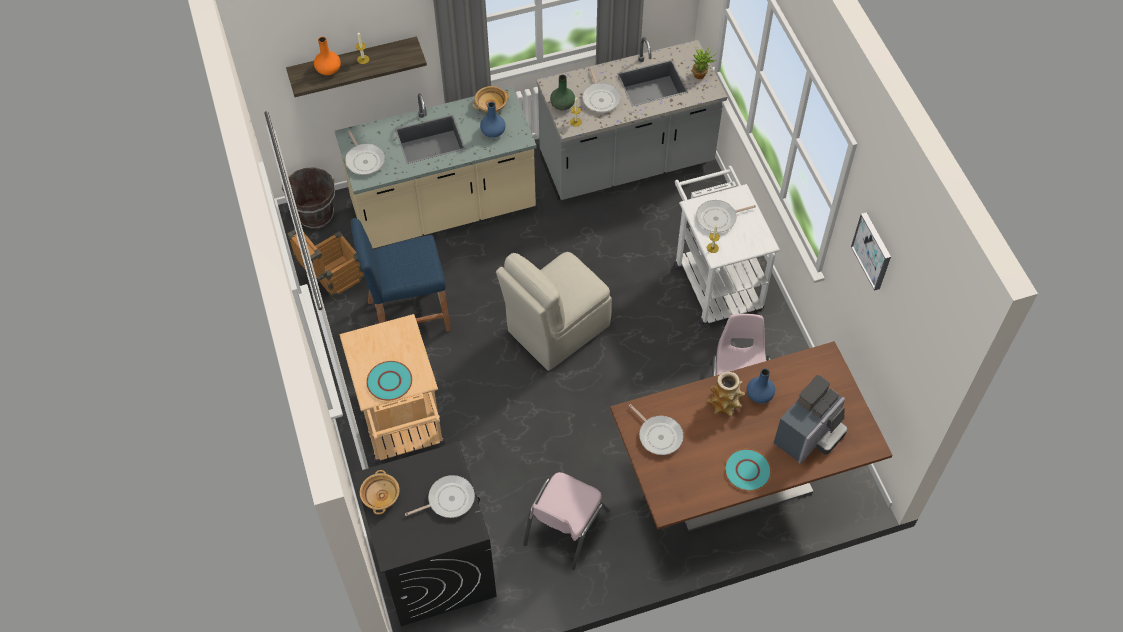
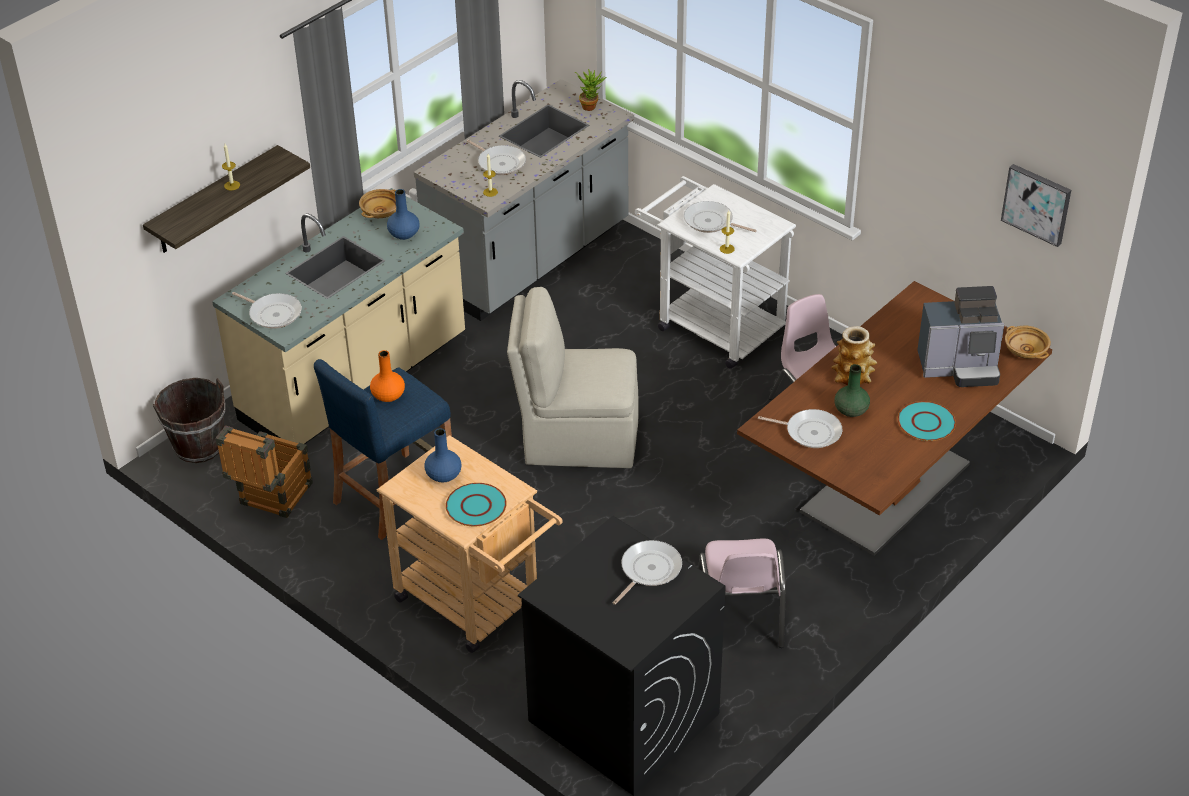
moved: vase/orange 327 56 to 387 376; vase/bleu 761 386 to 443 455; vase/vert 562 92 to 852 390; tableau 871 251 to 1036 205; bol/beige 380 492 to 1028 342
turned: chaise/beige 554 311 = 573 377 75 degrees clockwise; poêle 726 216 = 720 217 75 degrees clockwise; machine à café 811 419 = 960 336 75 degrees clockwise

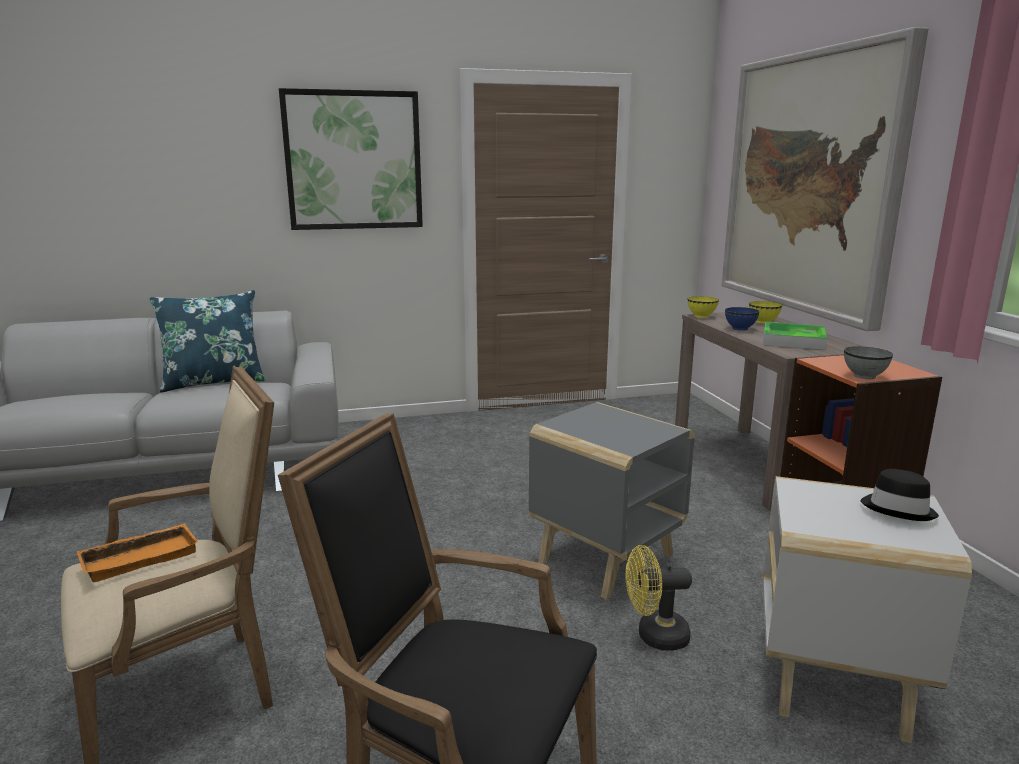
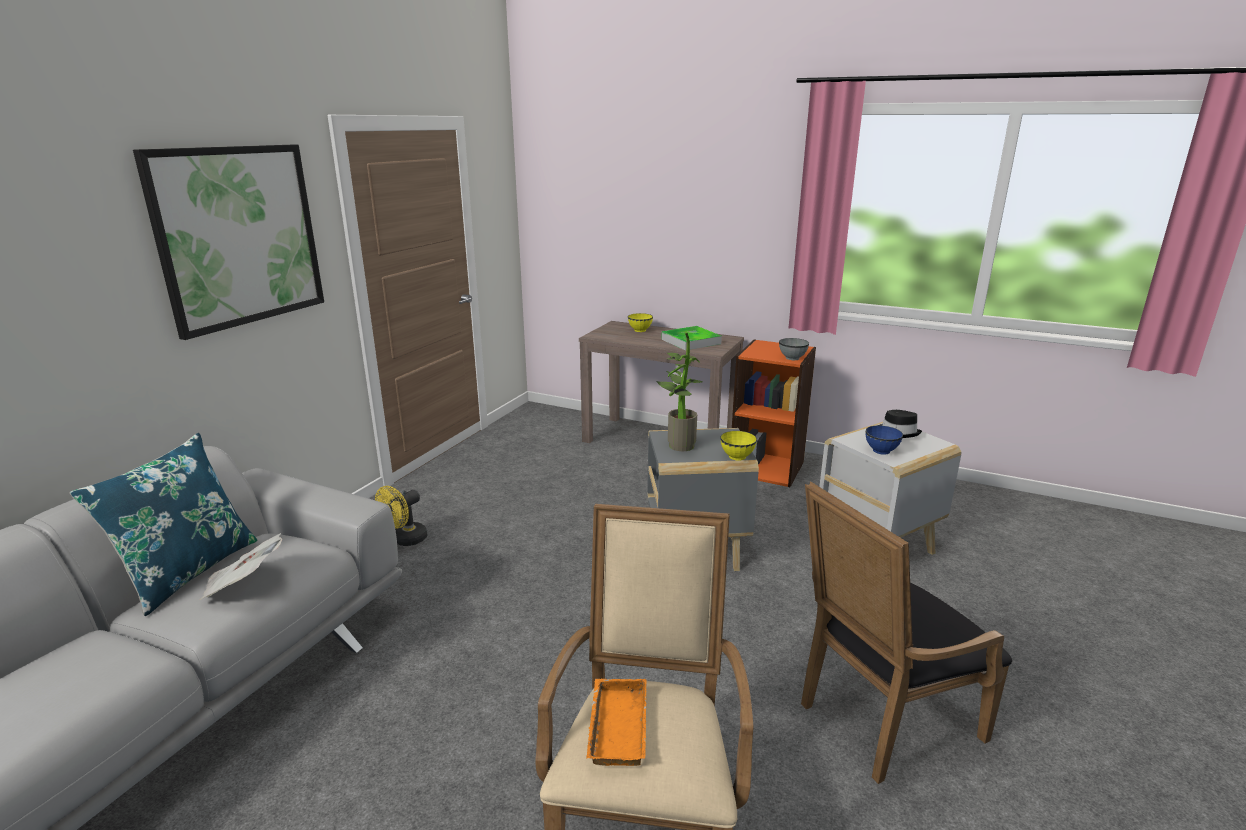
removed: tableau 825 179
added: journal 241 566; plante en pot 679 391
moved: ventilateur/jaune 659 598 to 401 516; bol/jaune 703 307 to 738 446; bol/bleu 742 319 to 884 440

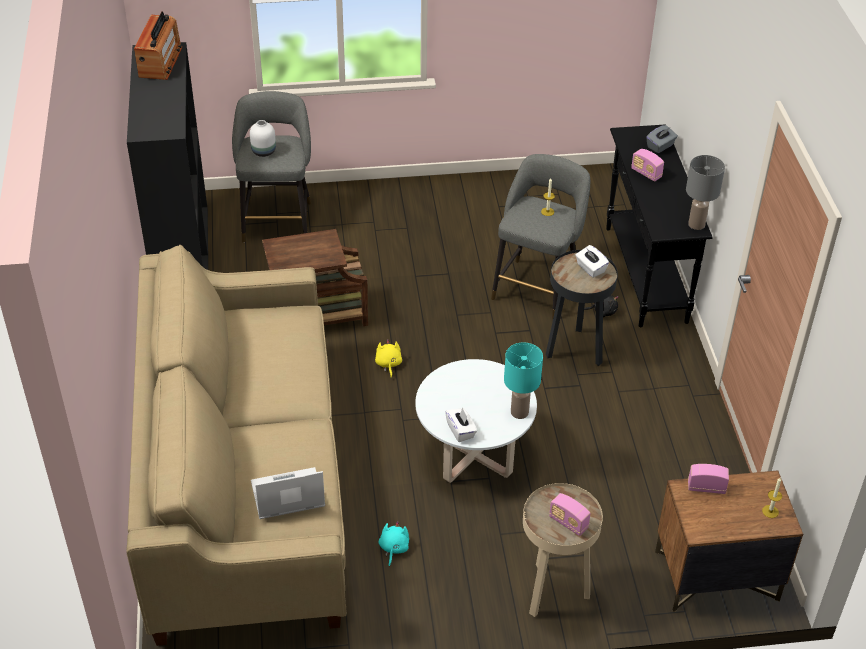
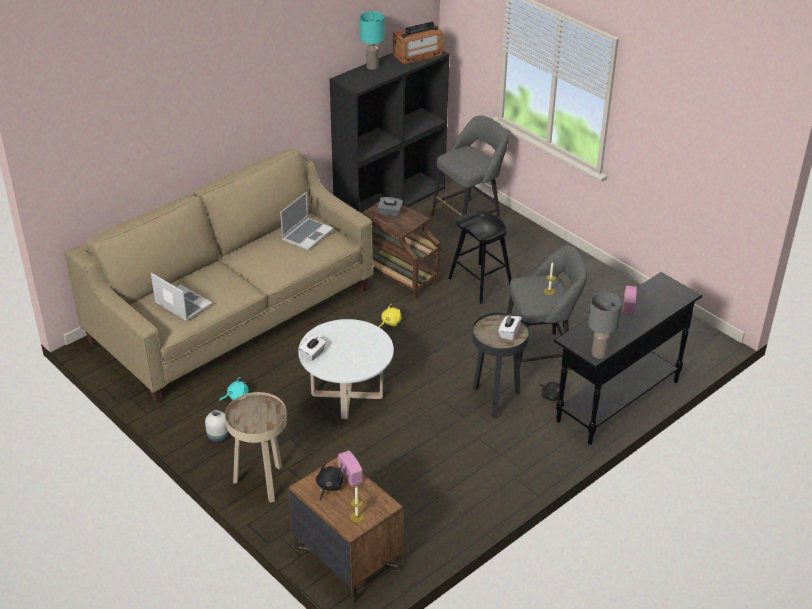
removed: radio 570 514
added: ordinateur portable 307 221; peluche/noir 329 481; tabouret/noir 480 257
moved: vase/blanc 263 138 to 217 426; lampe de table/turquoise 523 380 to 371 40; boîte à mouchoirs/gris 662 139 to 390 206

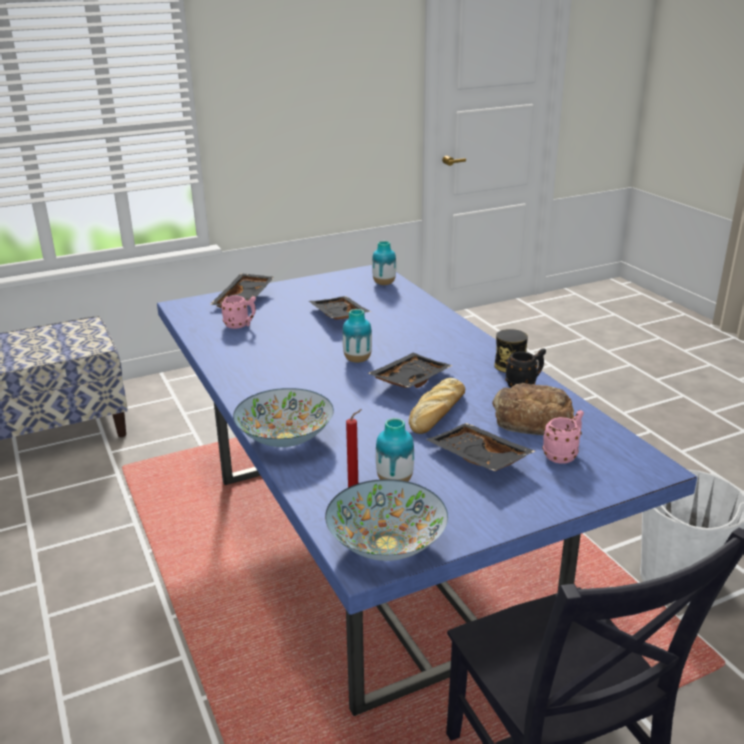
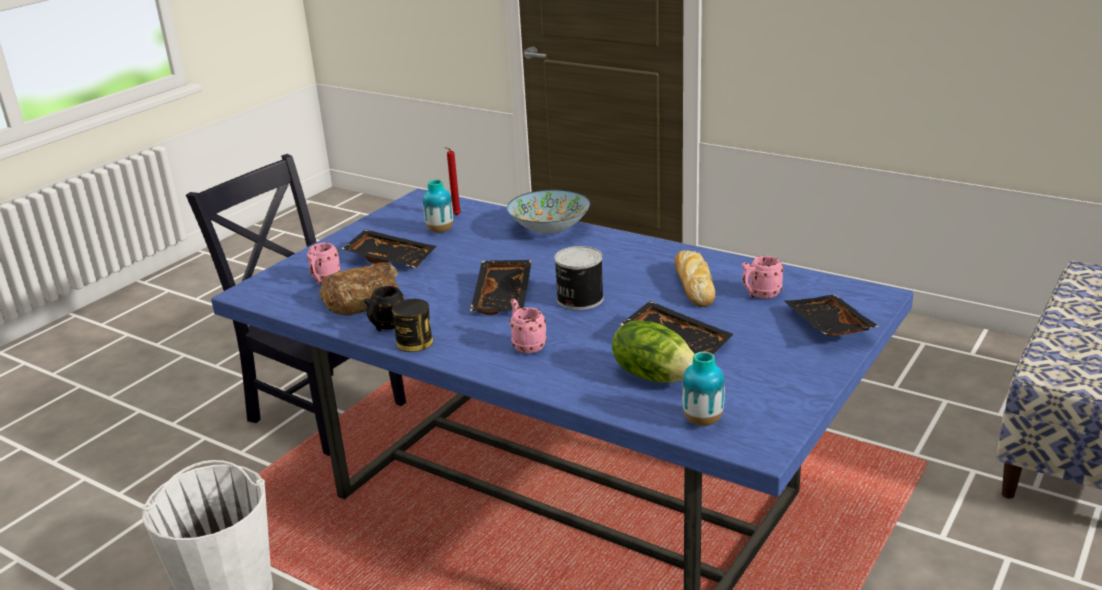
removed: bol 386 520
added: mug/rose 528 326; laitue 653 351
moved: pain 437 406 to 695 278
replaced: vase 357 336 to boîte métallique 579 278

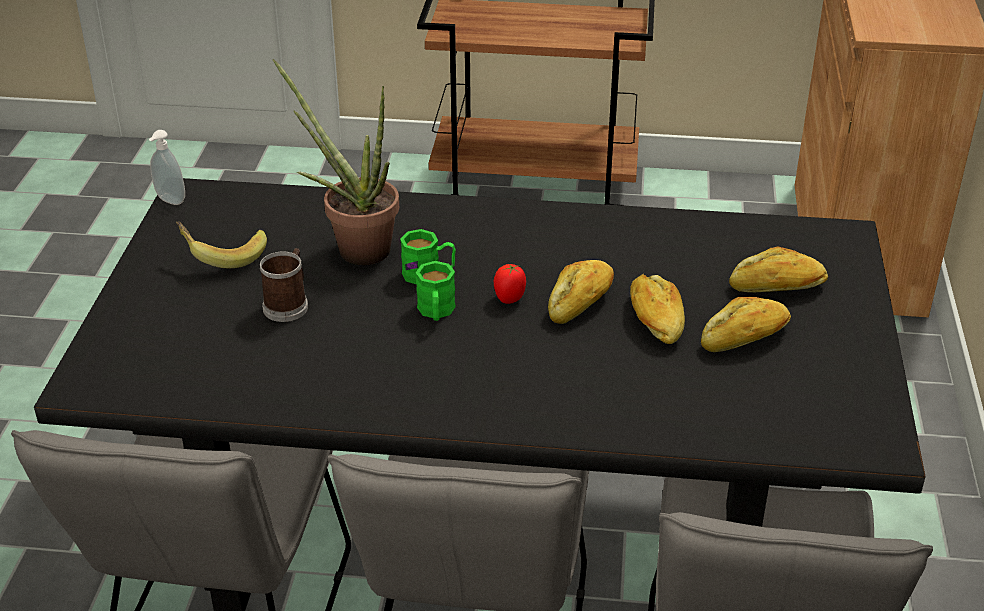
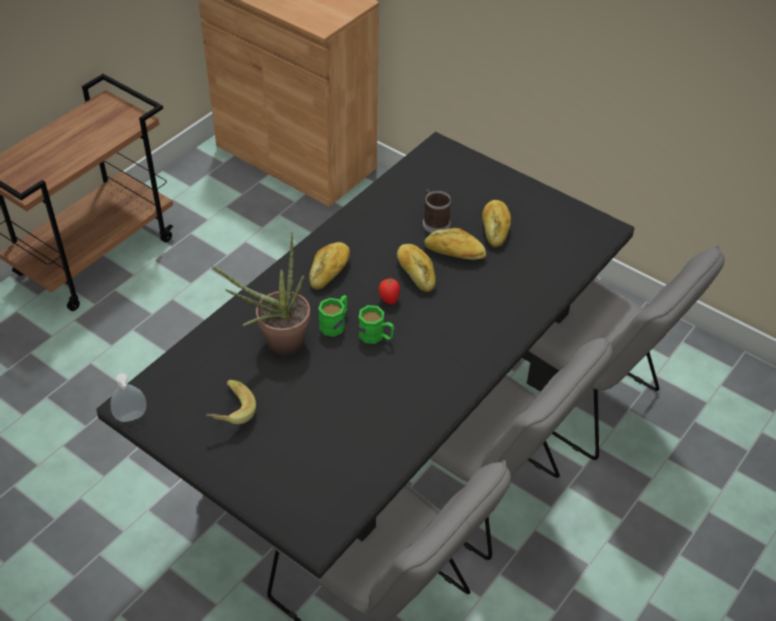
moved: pain 778 269 to 329 265; mug 284 285 to 437 211

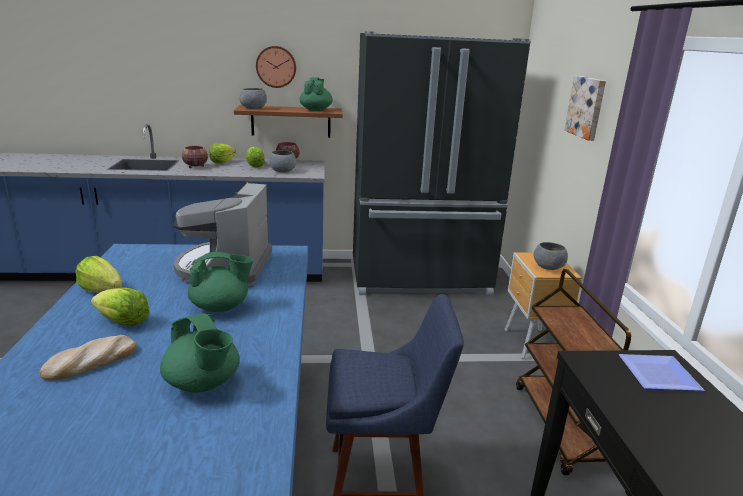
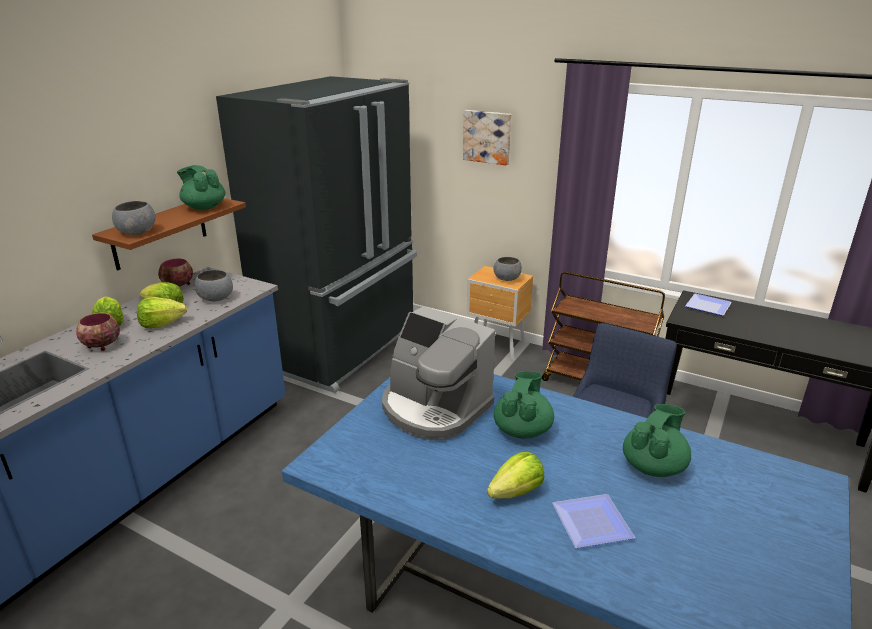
removed: horloge murale 276 67
moved: laitue 98 274 to 162 312
replaced: pain 88 358 to assiette 593 521
turned: théière/vert 200 353 = 657 440 45 degrees counterclockwise

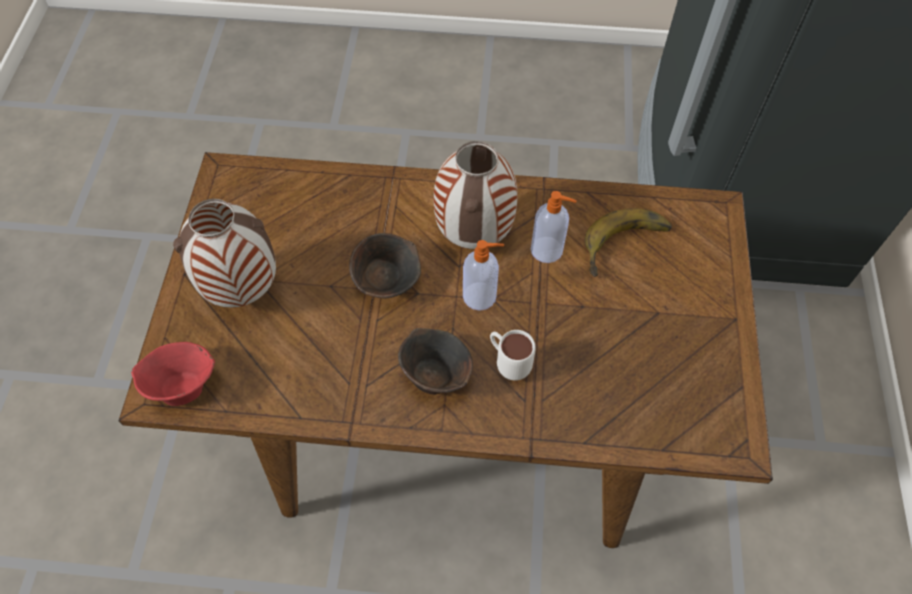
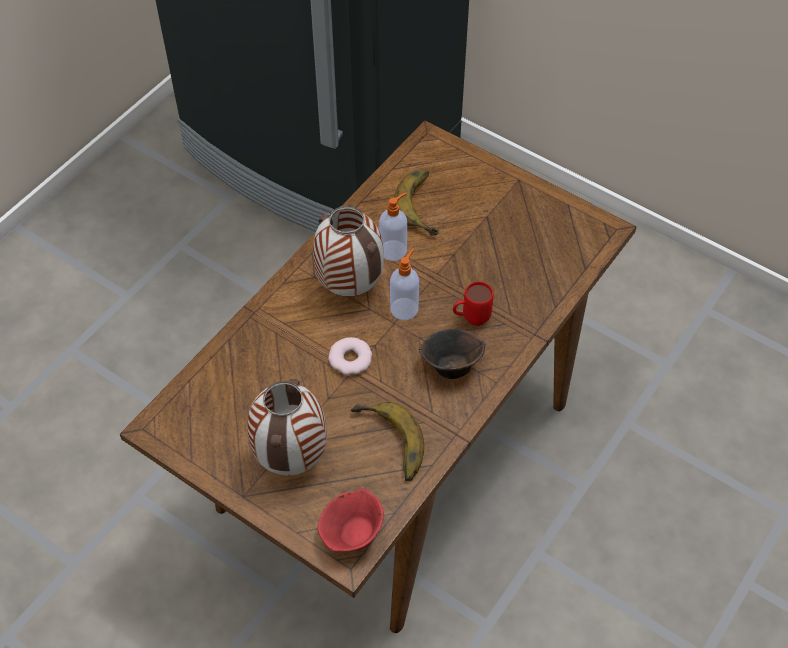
added: banane 387 441
replaced: bol/marron 385 265 to beignet 350 356
recoloured: mug/blanc 513 355 to mug/rouge 473 303

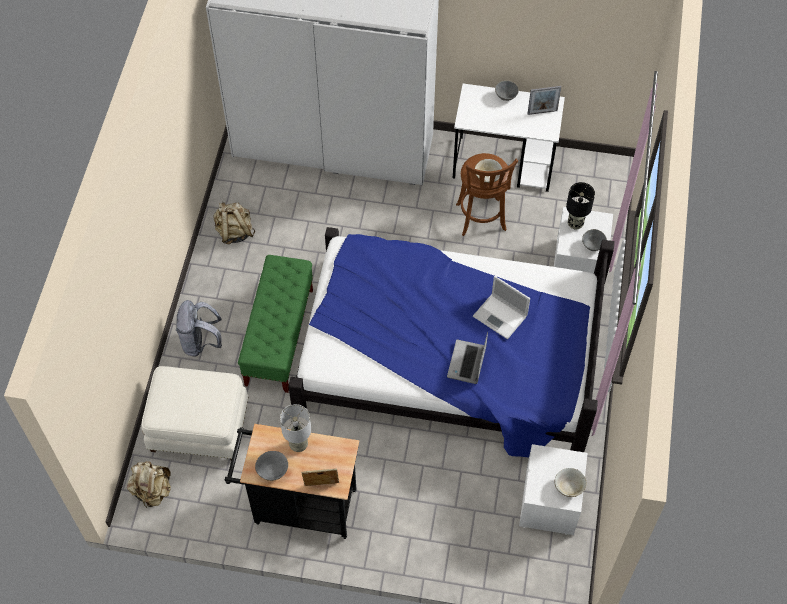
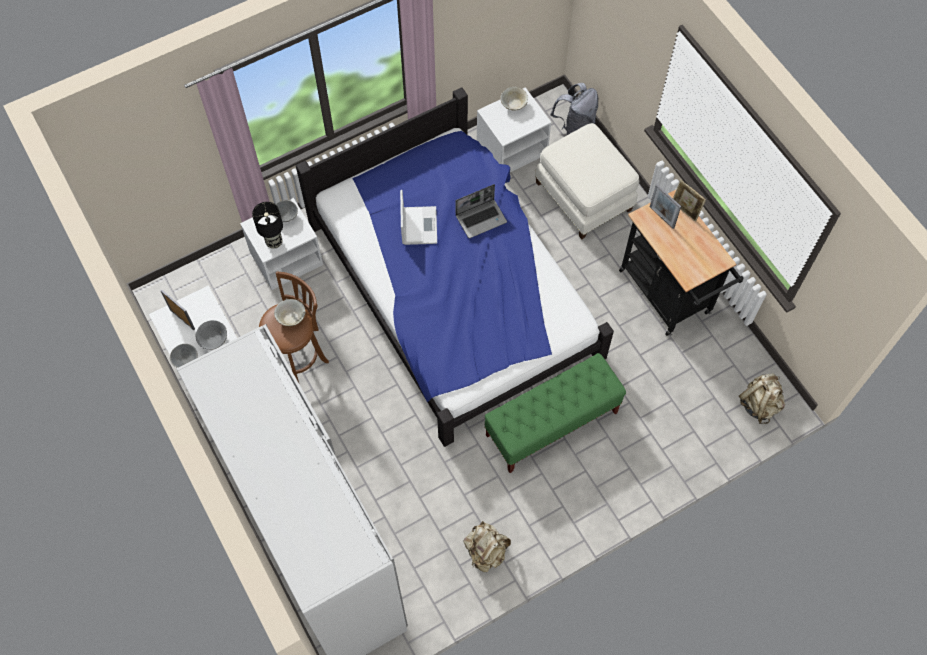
removed: lampe de table/gris 295 428
added: cadre photo 665 206
moved: bol/gris 271 466 to 211 335; pouf/blanc 194 413 to 587 181; sac à dos/gris 199 328 to 574 109

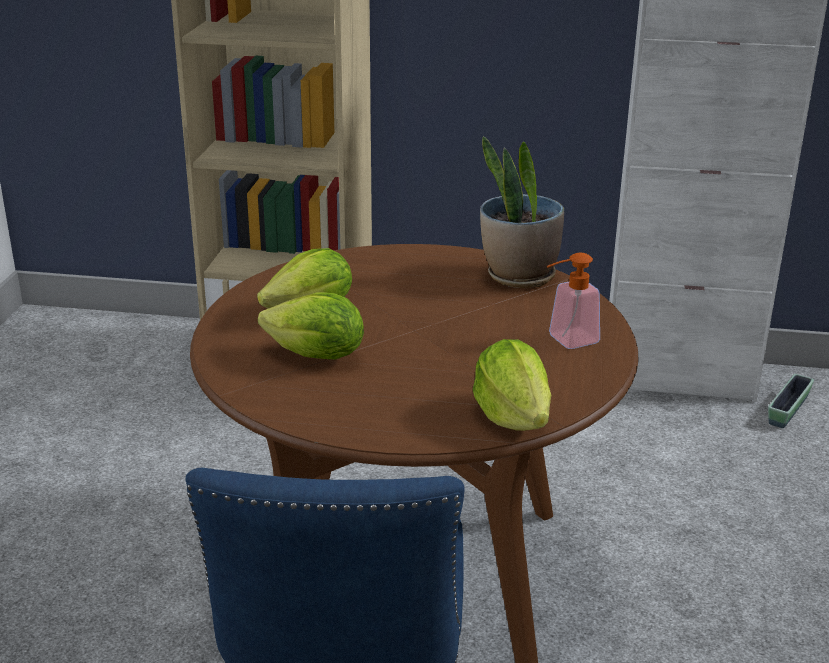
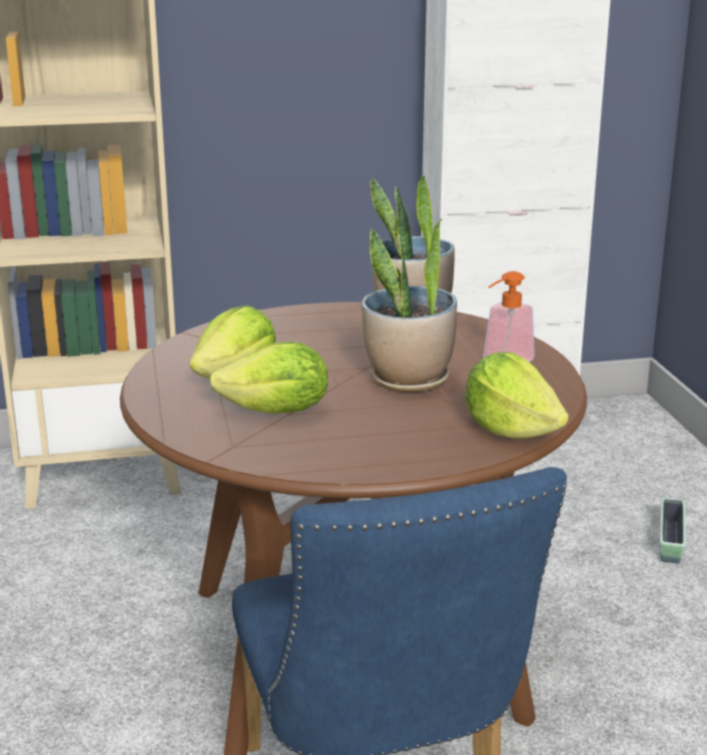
added: plante en pot 409 305
moved: cache-pot 791 401 to 673 531

